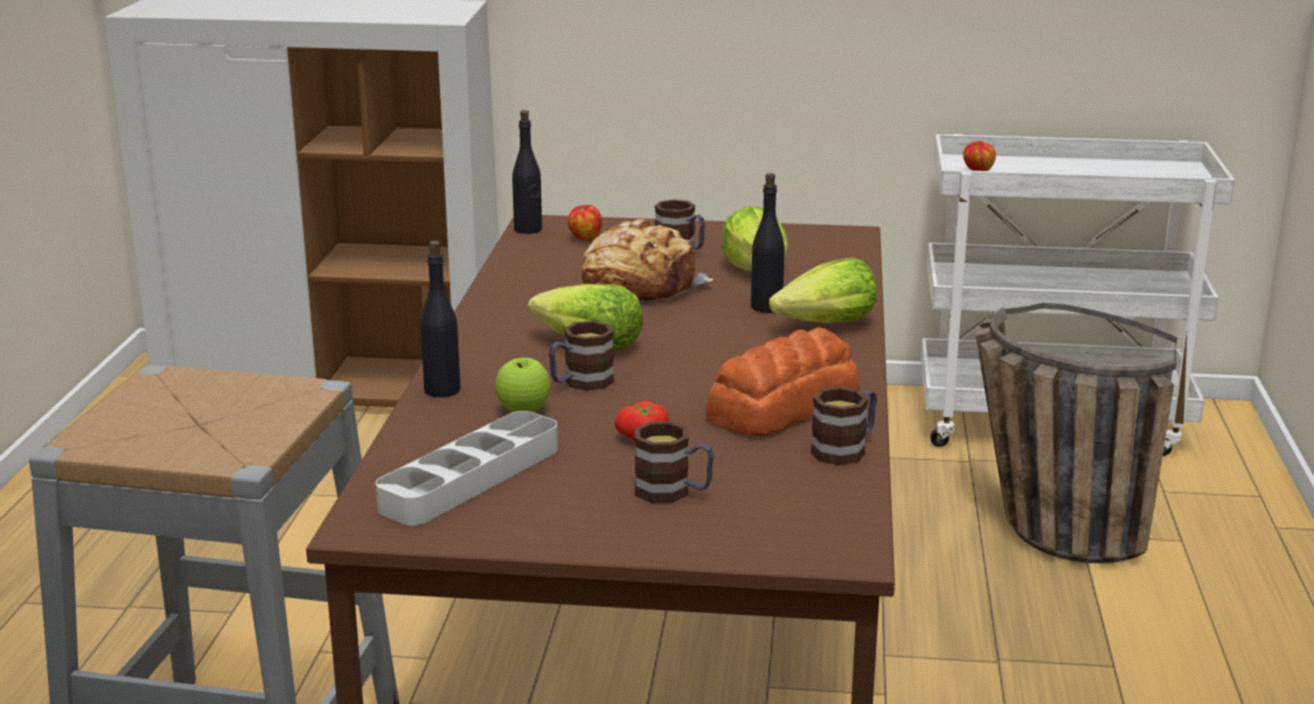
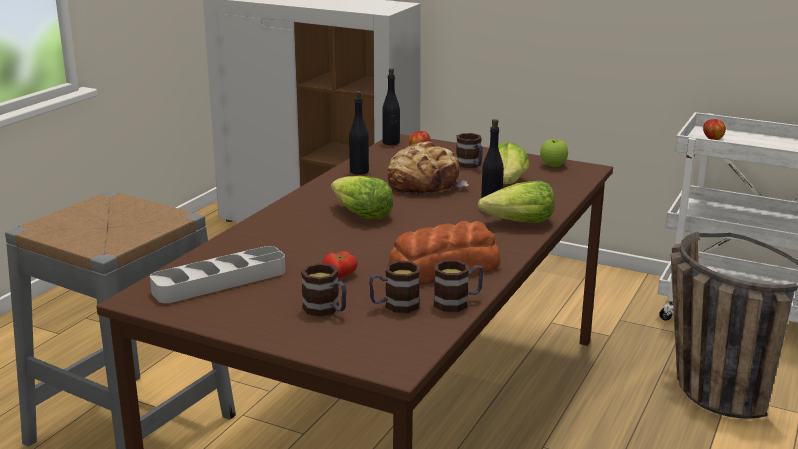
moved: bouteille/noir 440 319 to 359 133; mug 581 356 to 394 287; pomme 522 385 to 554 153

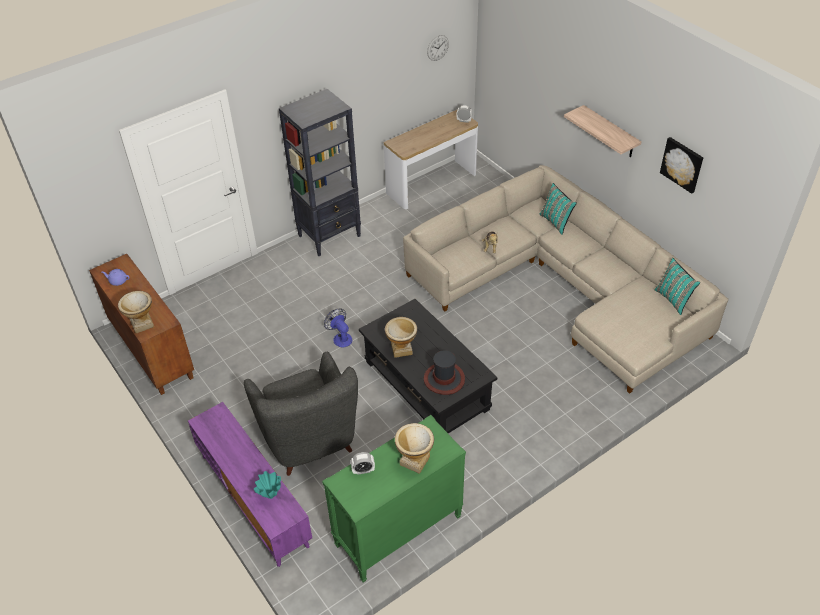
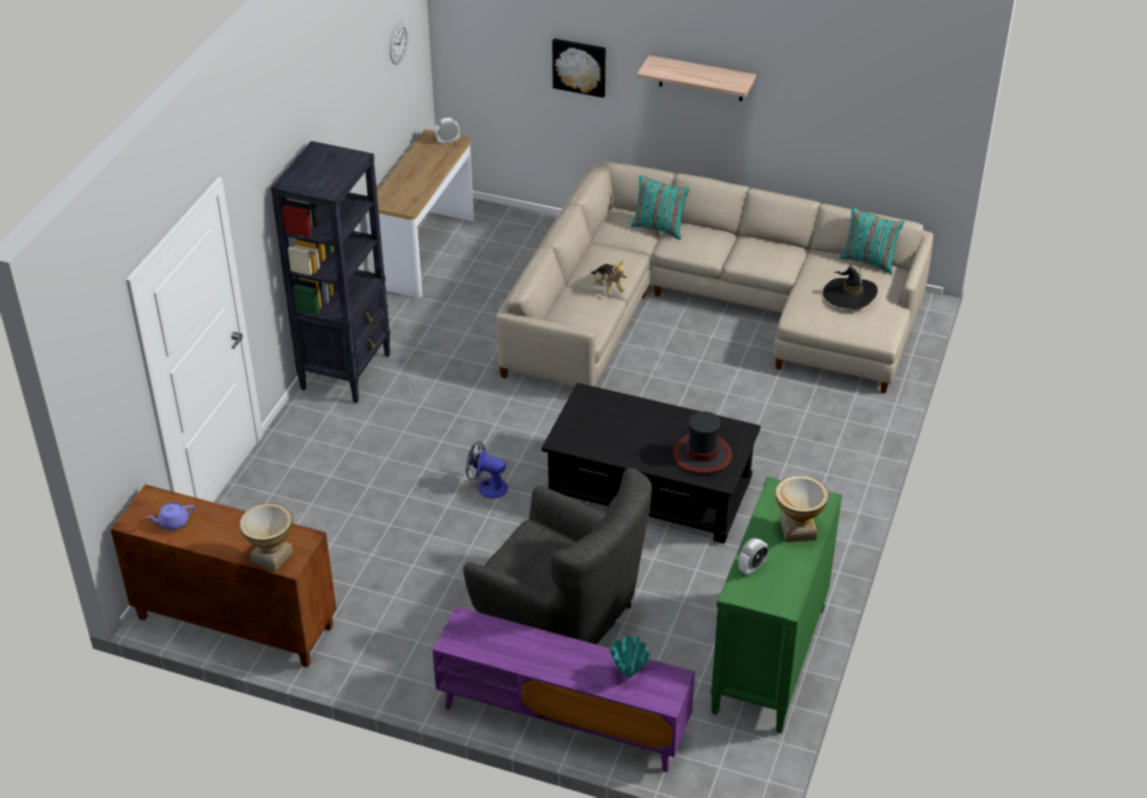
removed: vase 401 337
added: chapeau/noir 850 287
moved: tableau 681 165 to 579 68

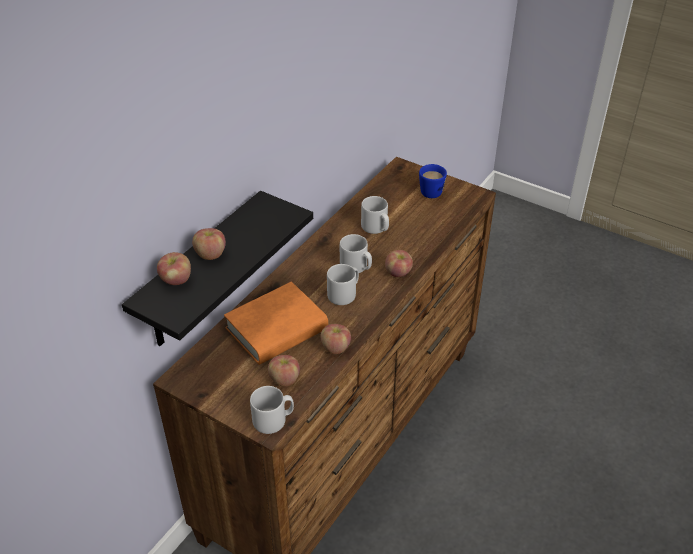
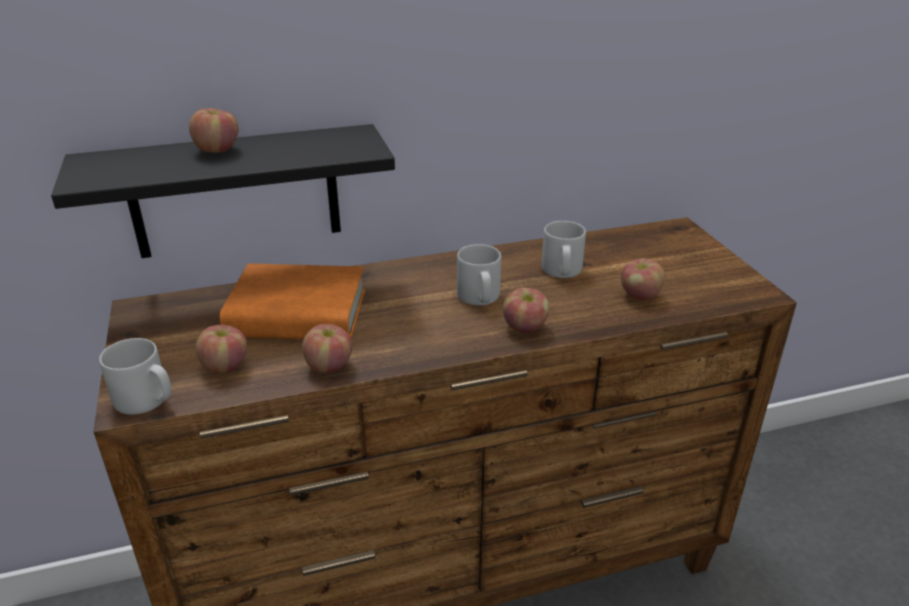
removed: mug/gris 343 284; mug/bleu 433 181
moved: pomme 174 268 to 643 280

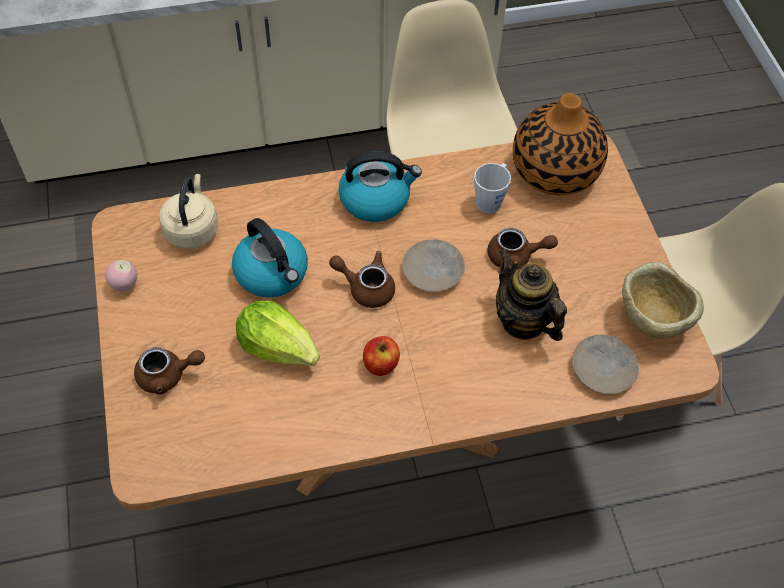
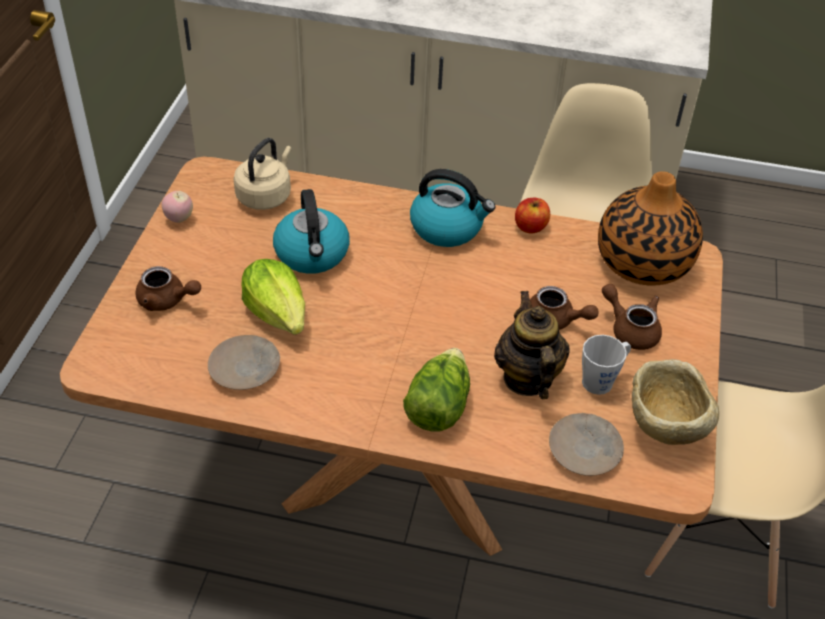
added: laitue 436 390
moved: assiette/beige 433 265 to 244 362; pomme 381 356 to 532 216; mug/gris 492 188 to 606 365; théière/marron 362 279 to 632 317

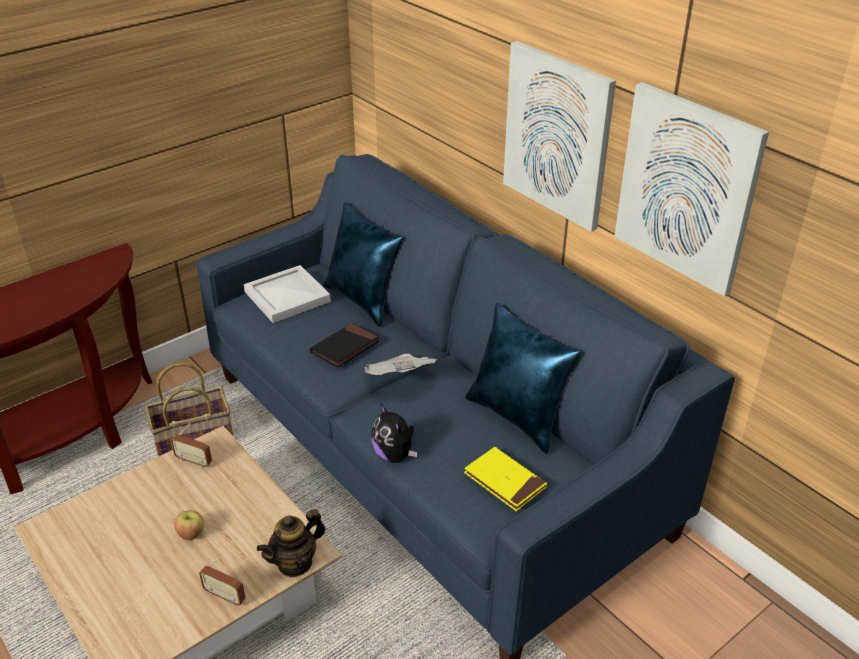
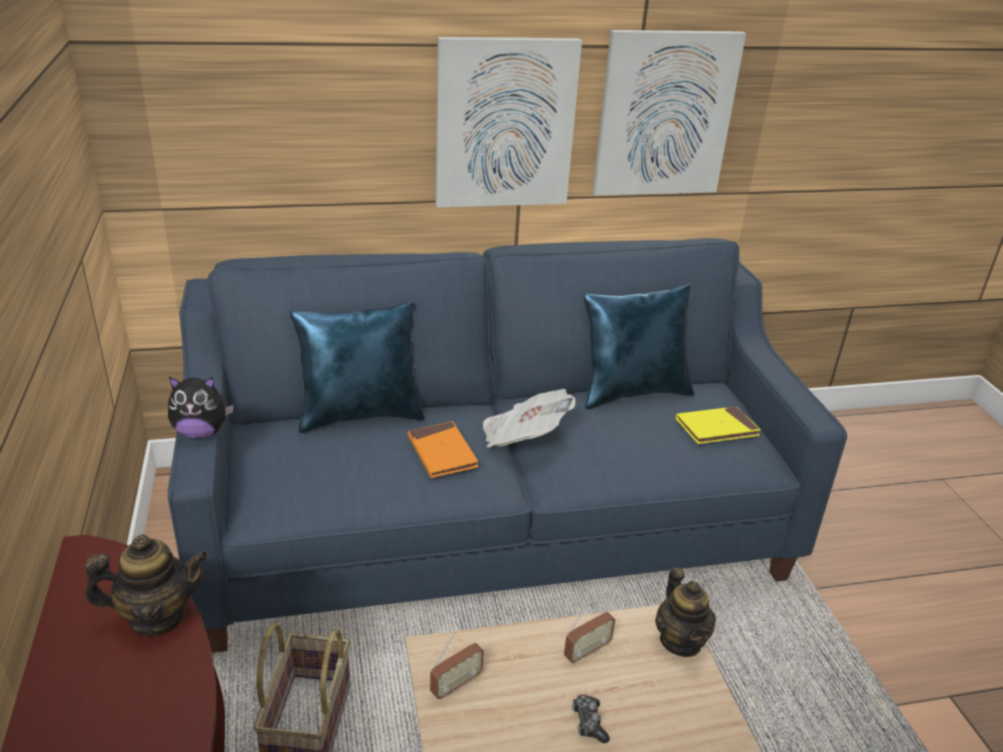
removed: plateau/blanc 287 294
added: théière 147 585
moved: peluche 394 433 to 201 408; radio 222 581 to 589 631
replaced: pomme 189 525 to manette 591 718
recoloured: livre/noir 344 345 to livre/orange 443 449

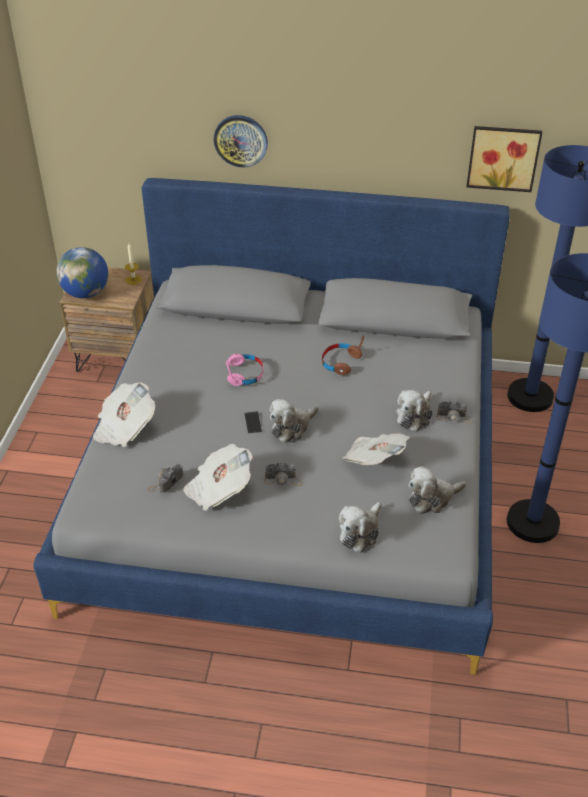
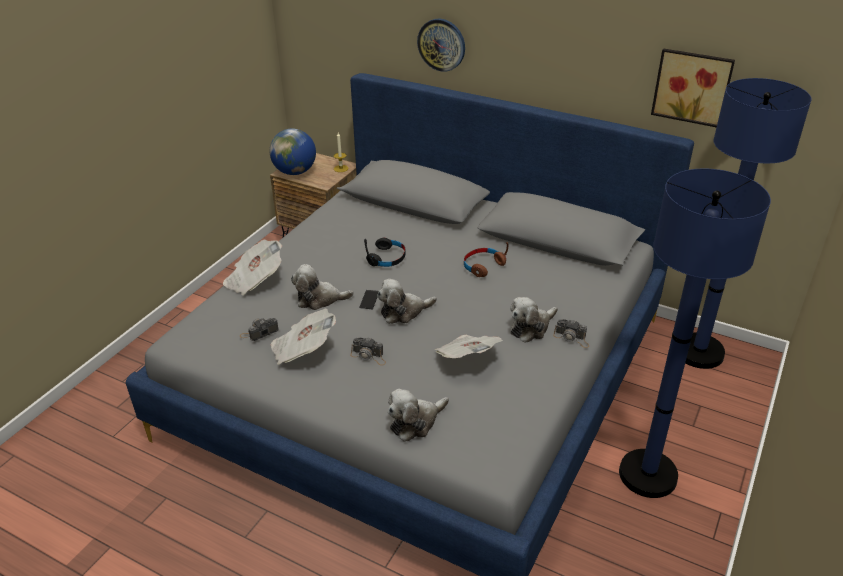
moved: peluche 437 490 to 322 287
recoloured: casque audio/rose 244 370 to casque audio/noir 385 252

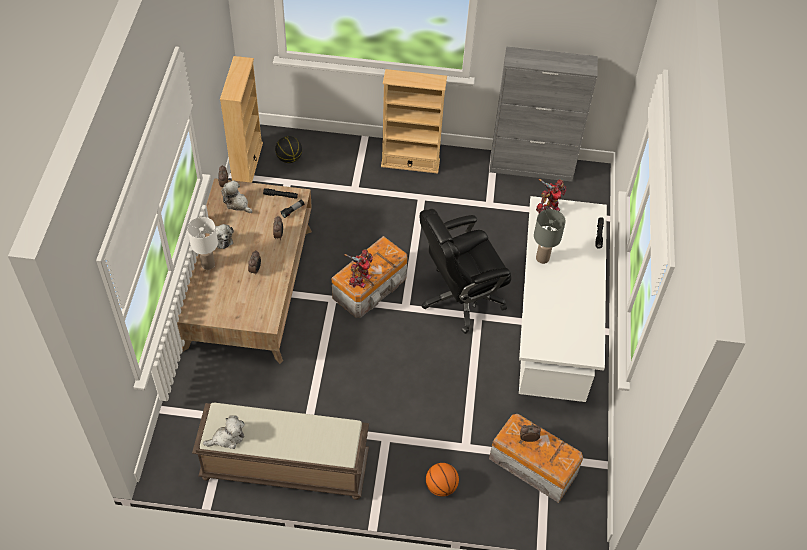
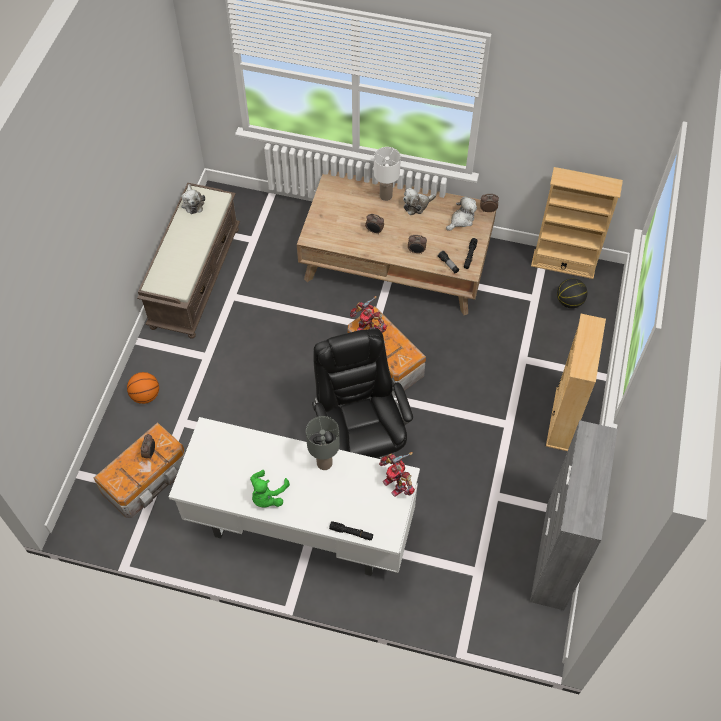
added: peluche/vert 270 489

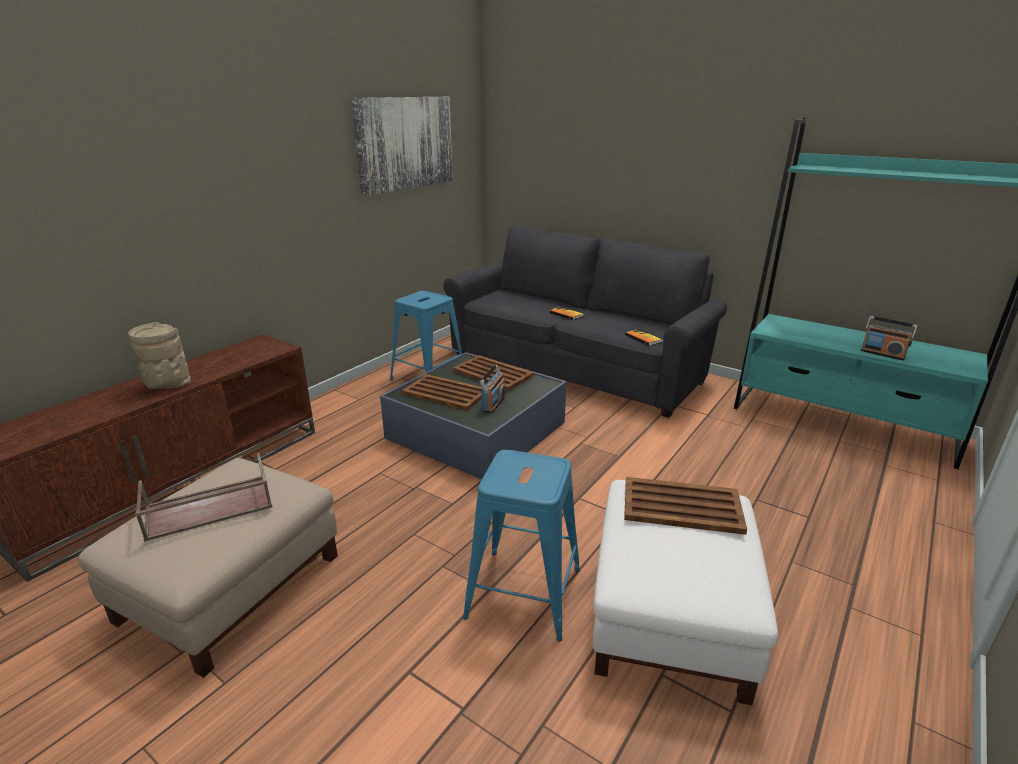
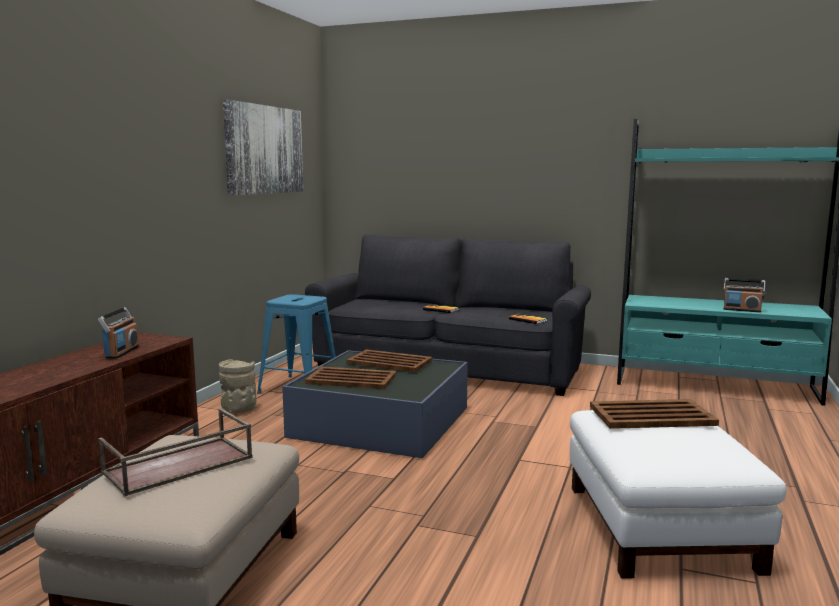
removed: tabouret/bleu 521 545
moved: radio 492 388 to 118 333; vase/beige 159 355 to 238 386

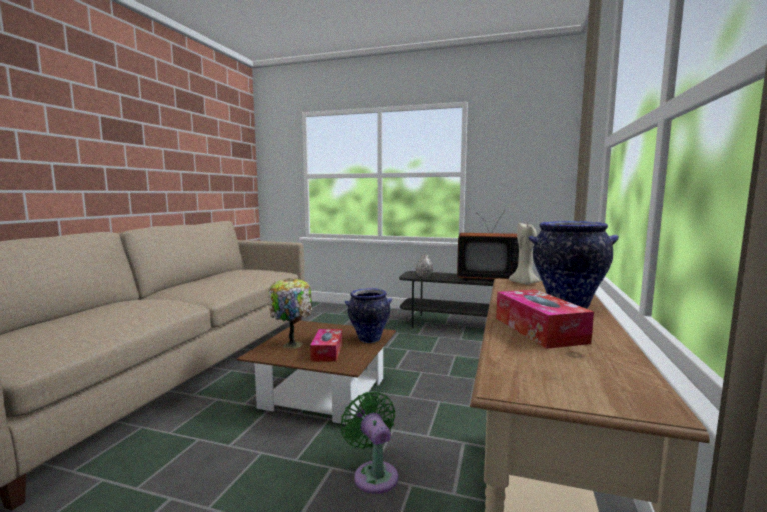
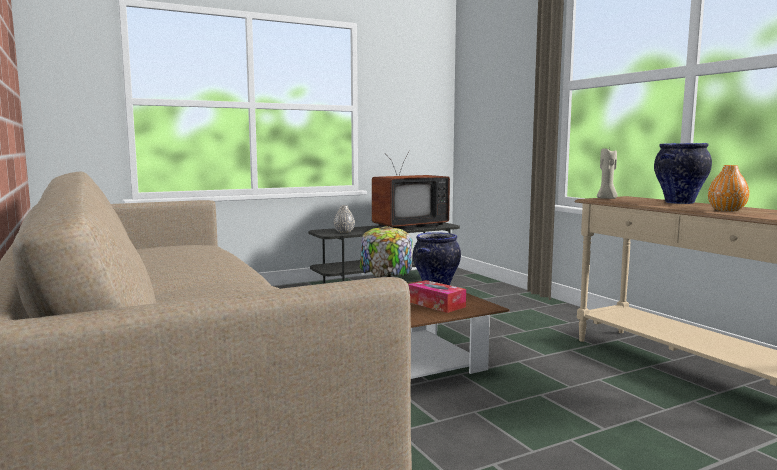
removed: ventilateur/vert 369 442
replaced: boîte à mouchoirs 545 319 to vase/orange 728 188

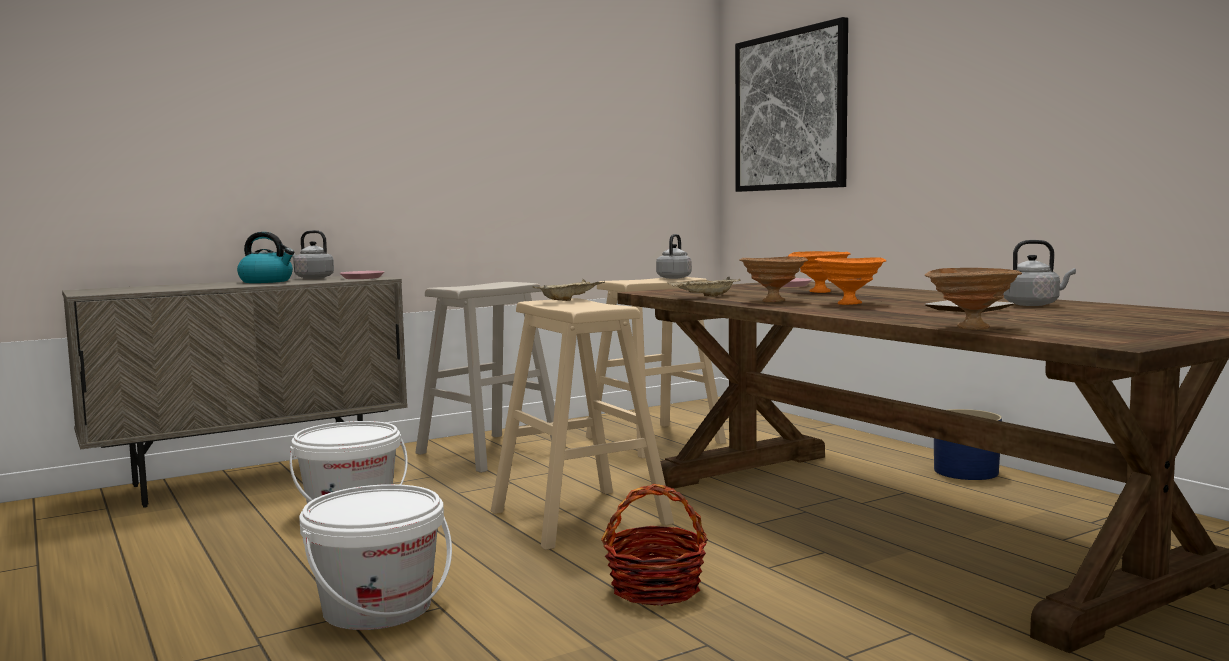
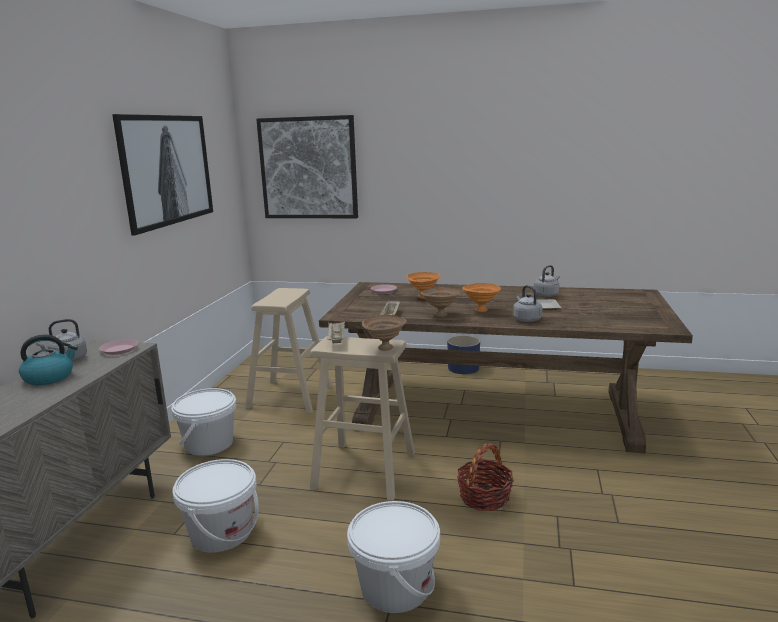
added: tableau 162 174
moved: bol/marron 973 299 to 384 333; bouilloire/gris 674 256 to 527 303
replaced: tabouret/beige 485 377 to seau/blanc 204 422

